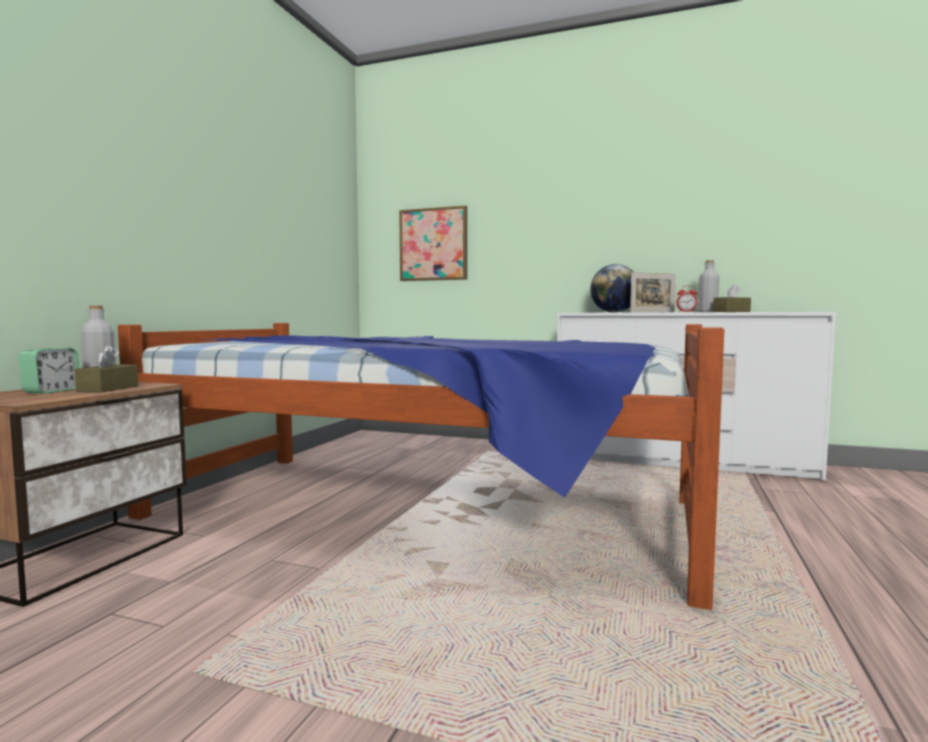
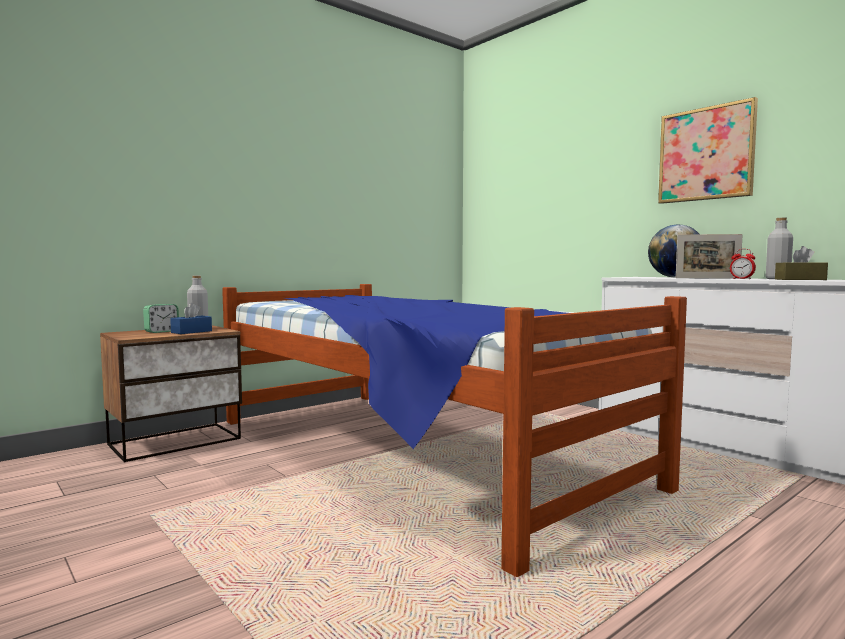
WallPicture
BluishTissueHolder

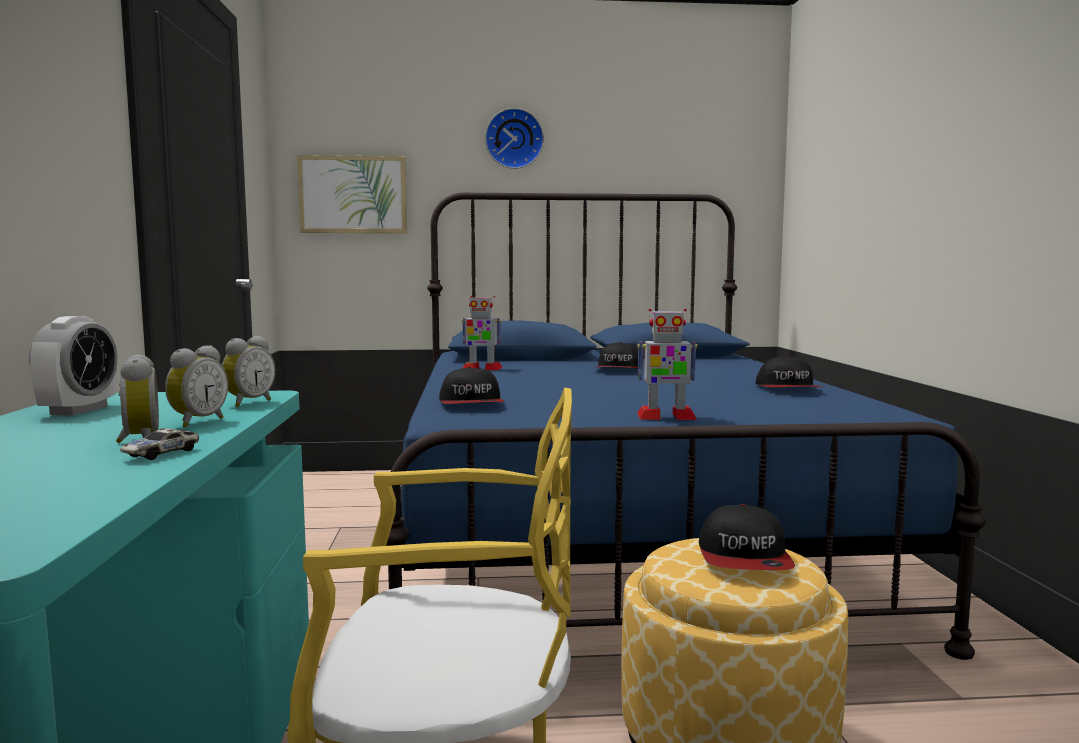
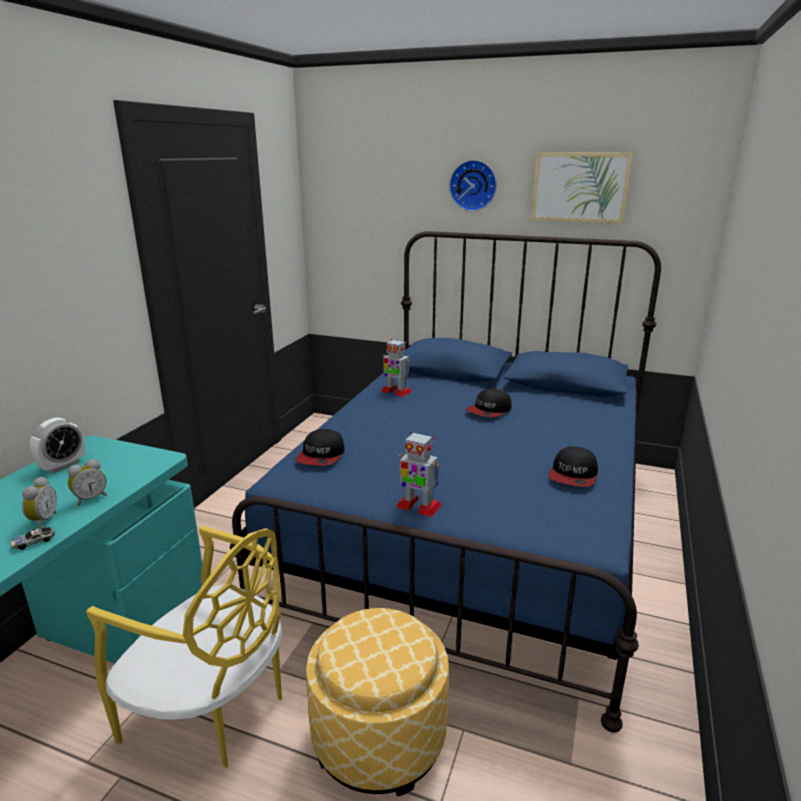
TableClock (no. 4 from left in the first image)
Cap (no. 3 from left in the first image)
WallPicture

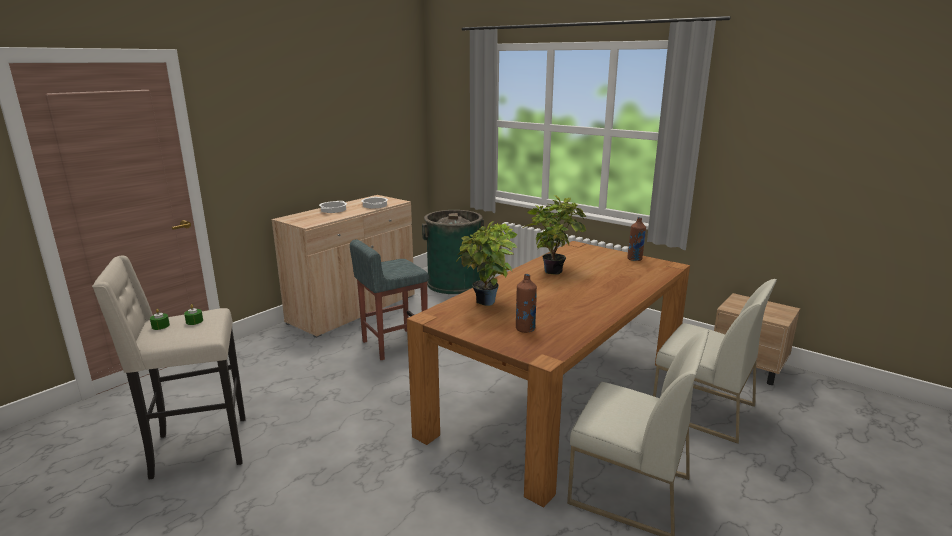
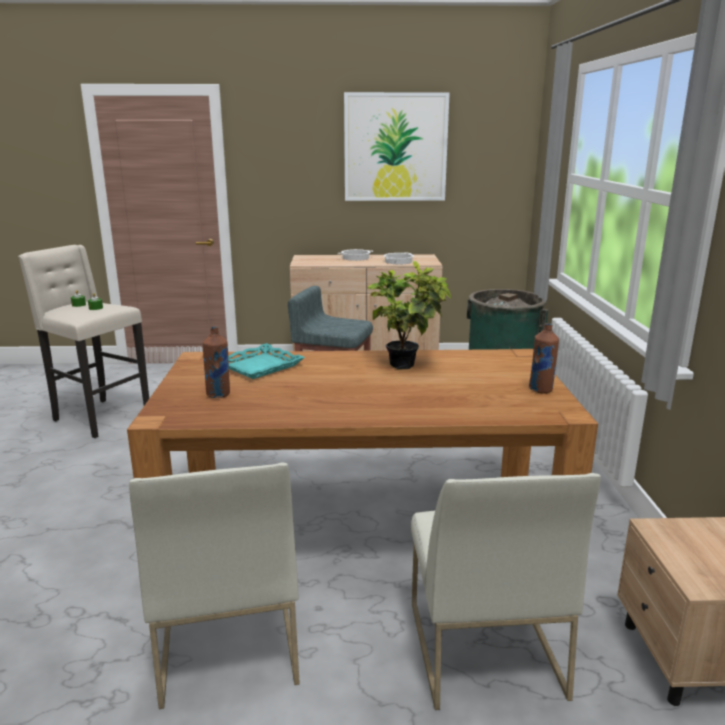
WallPicture
TurquoiseColouredCarryingTray

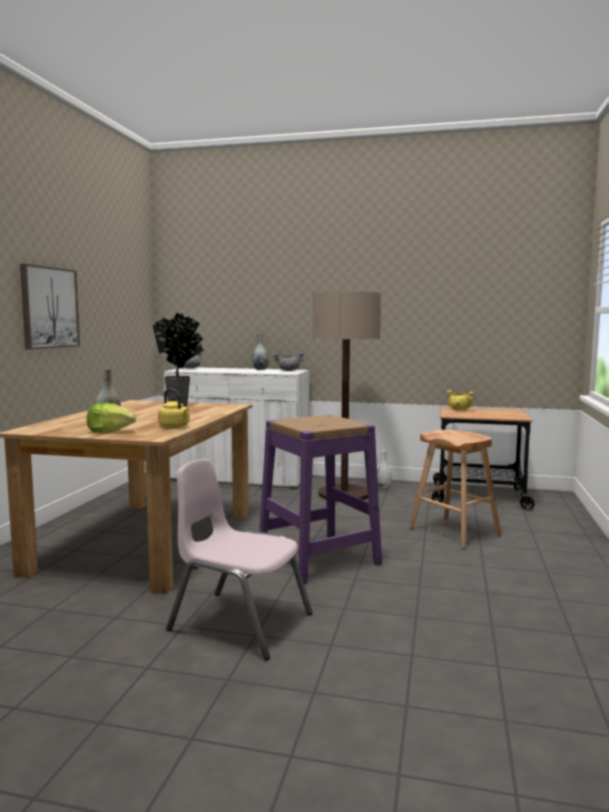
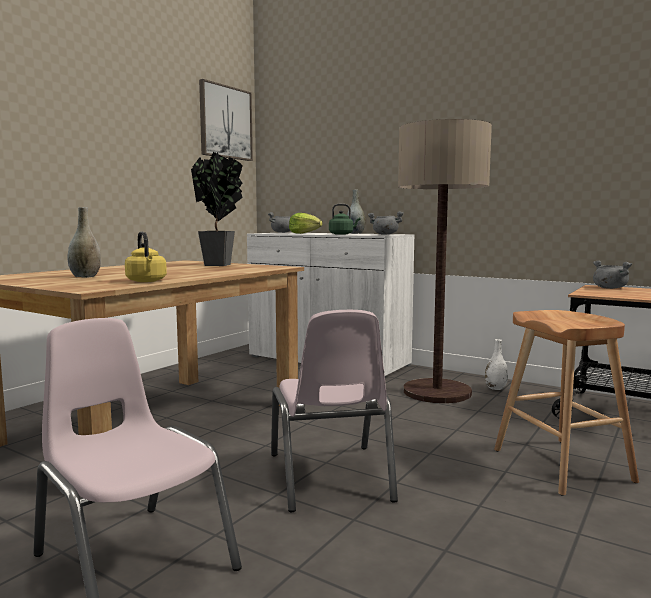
GreenColouredTeaKettle
WallPicture
Lettuce
PinkChair (no. 2 from left)
GreyCookingPot (no. 3 from left)

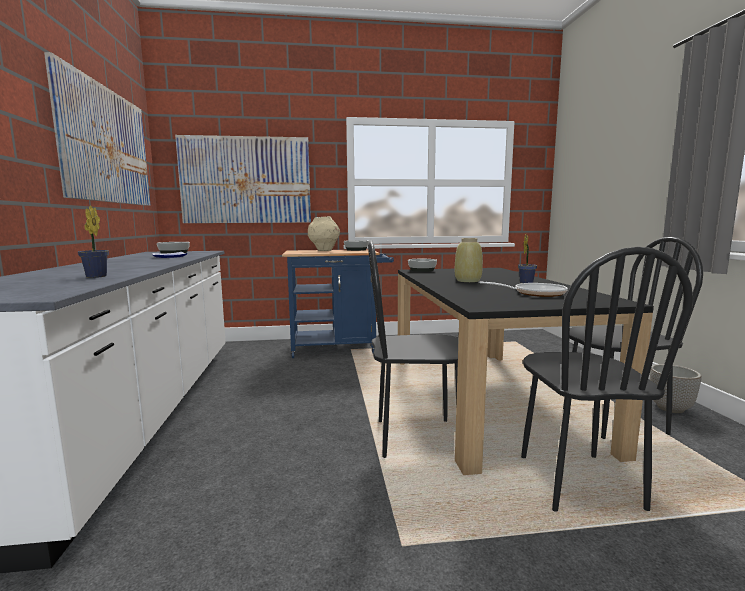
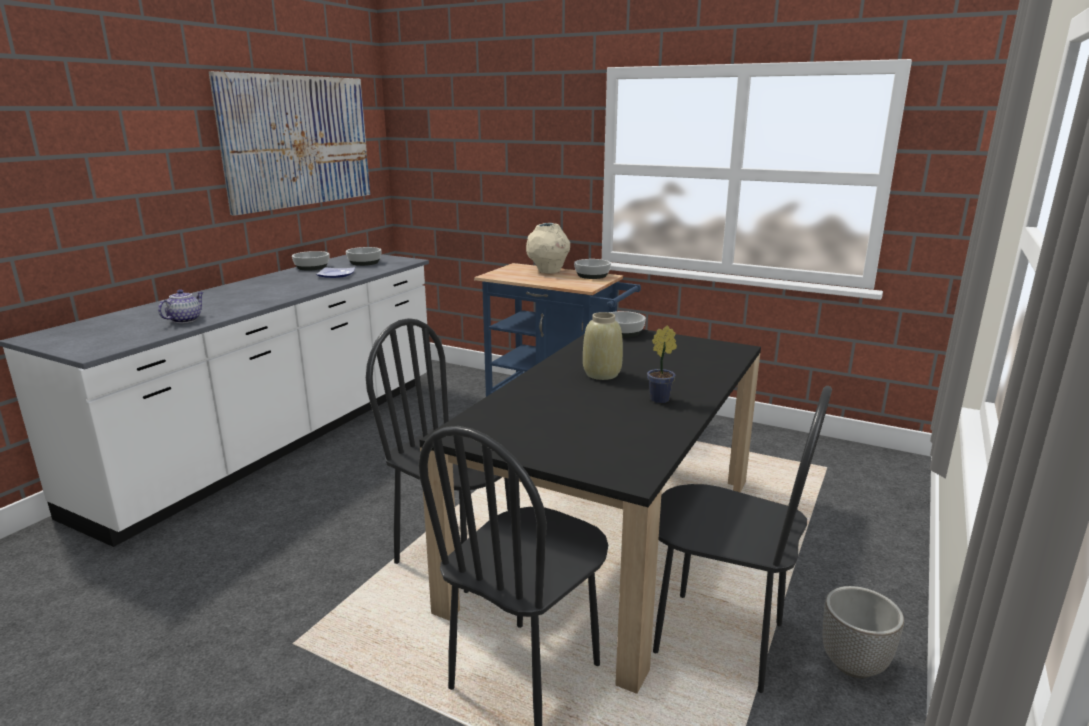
WallPicture (no. 2 from left in the first image)
FryingPan
ServingBowl (no. 1 from left)
TeaPot

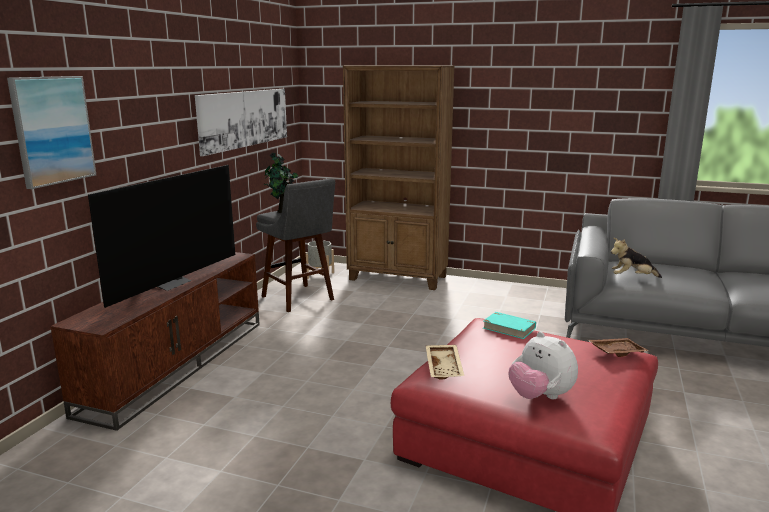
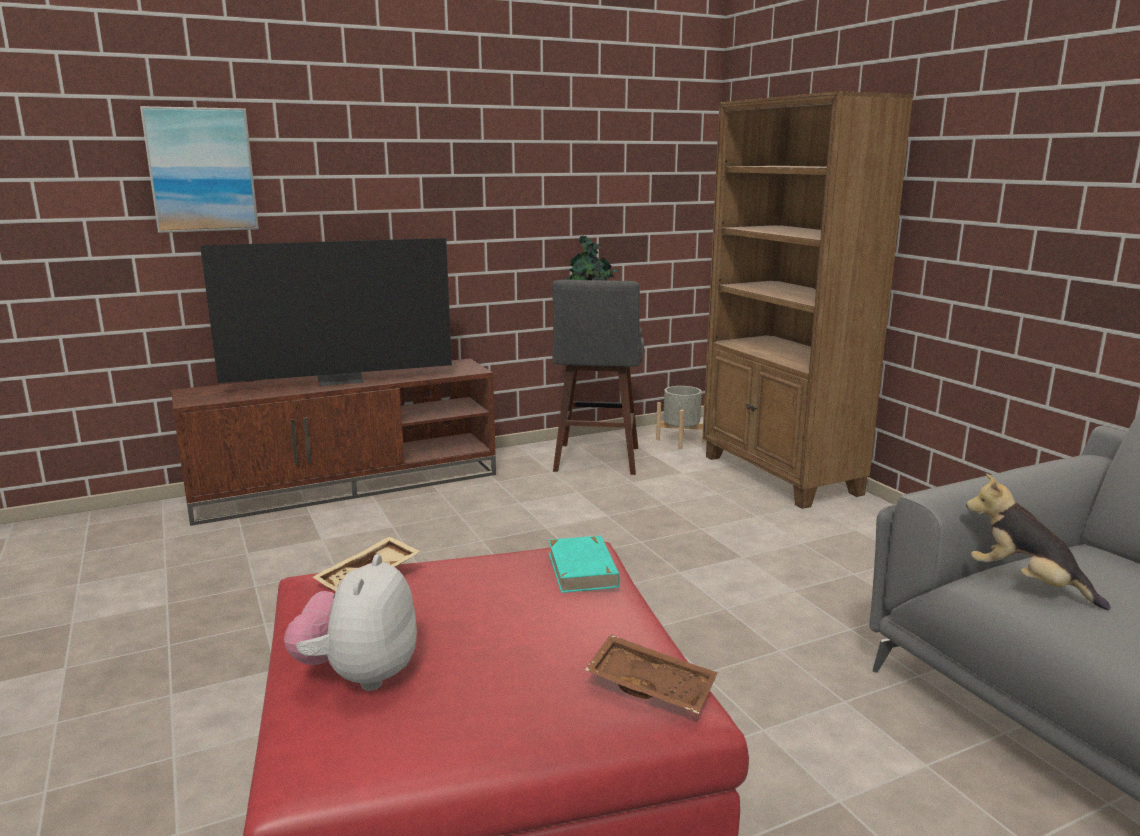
WallPicture (no. 2 from left in the first image)

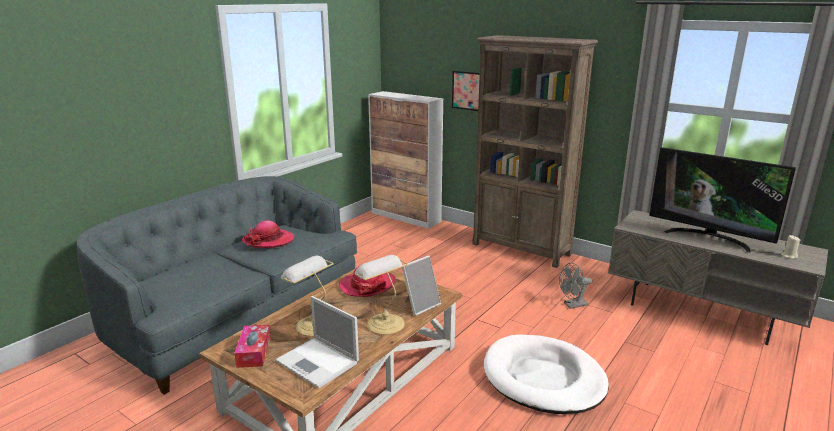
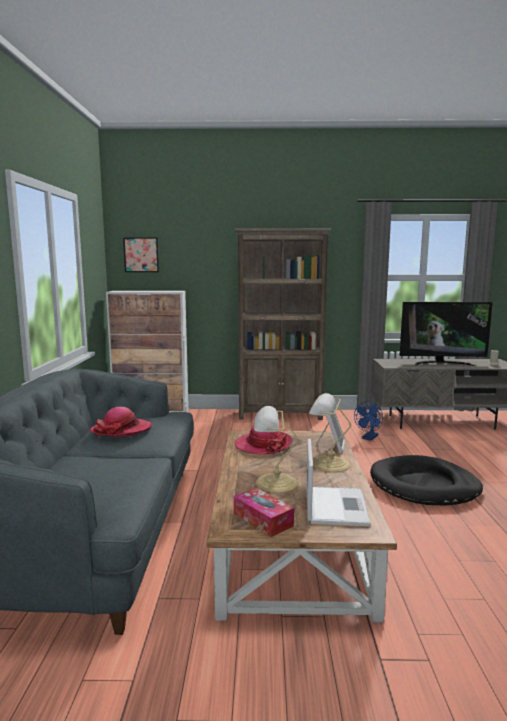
WallPicture
BlackDogBed
BluishCoolingFan
NotebookComputer

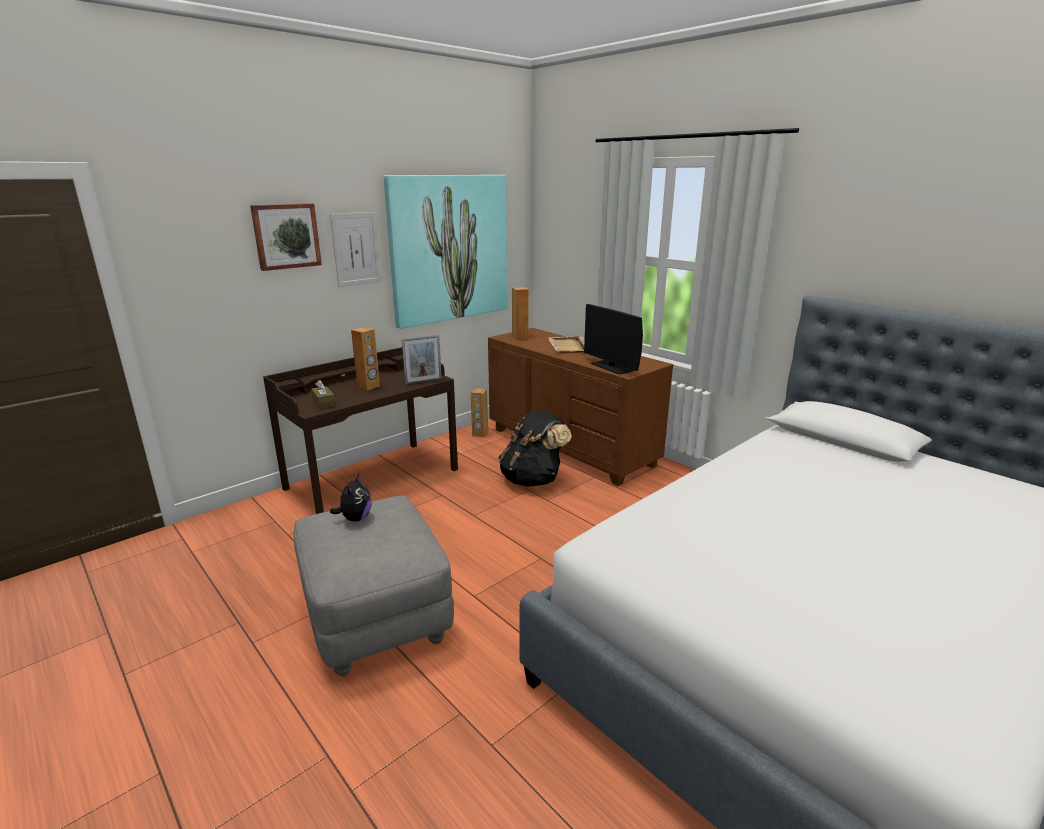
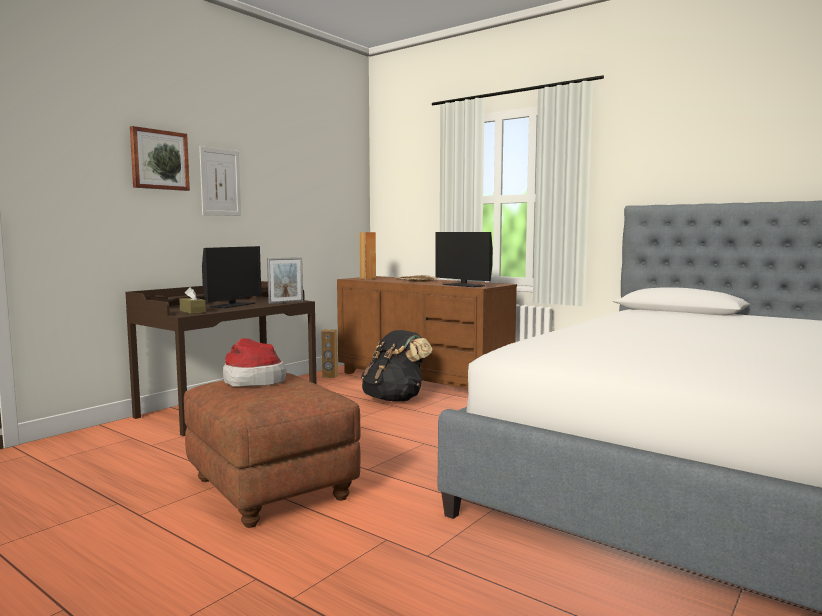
WallPicture (no. 3 from left in the first image)
Hat
ComputerDisplay (no. 1 from left)
BrownColouredPouffe

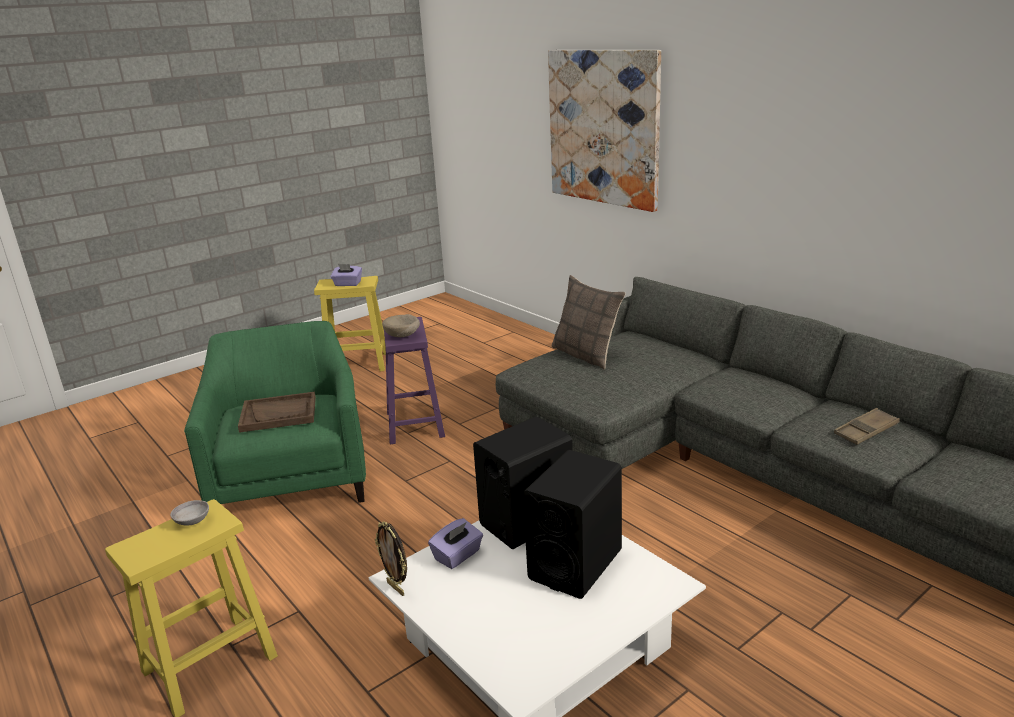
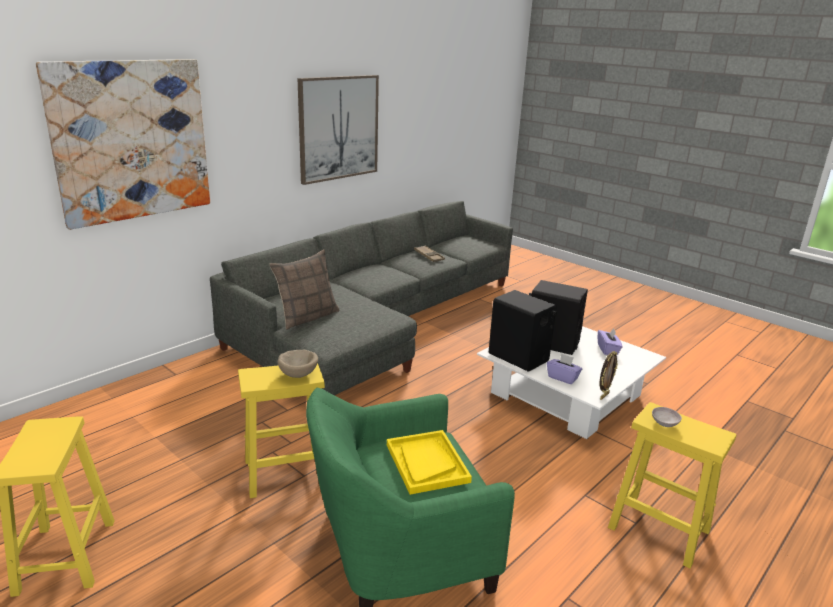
WallPicture (no. 2 from left)
PurpleTissueHolder (no. 2 from left)
YellowColouredCarryingTray
YellowColouredStool (no. 2 from left)

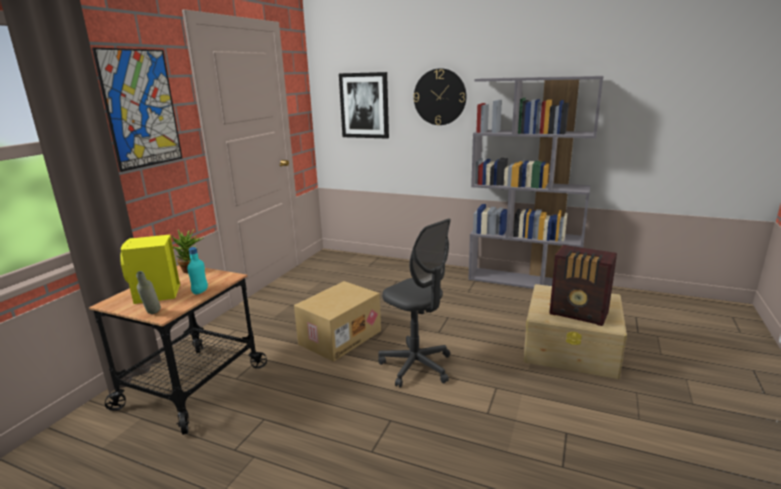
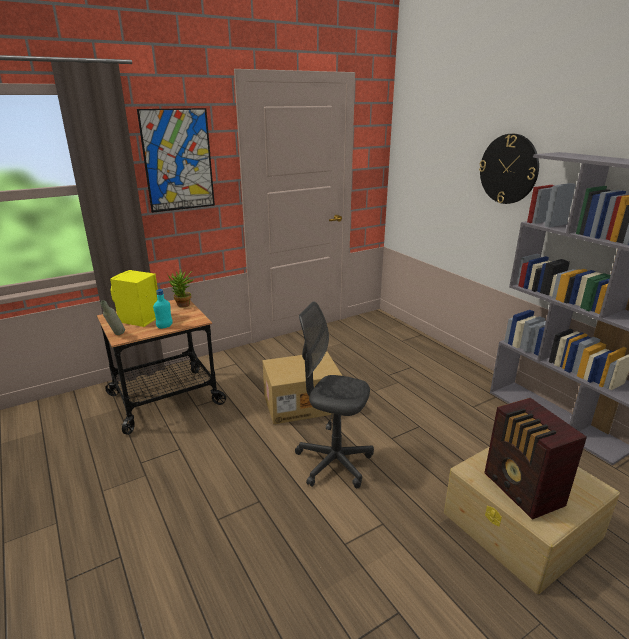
WallPicture (no. 2 from left in the first image)
GreyComputerChair

